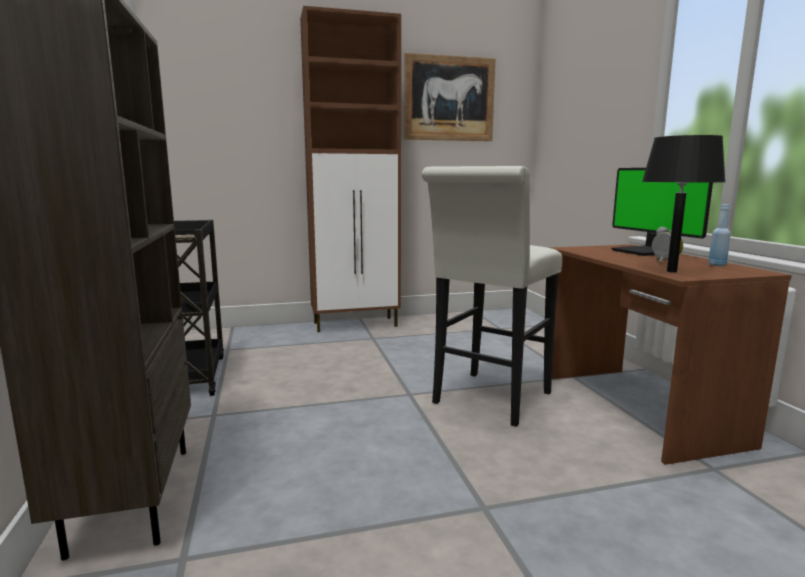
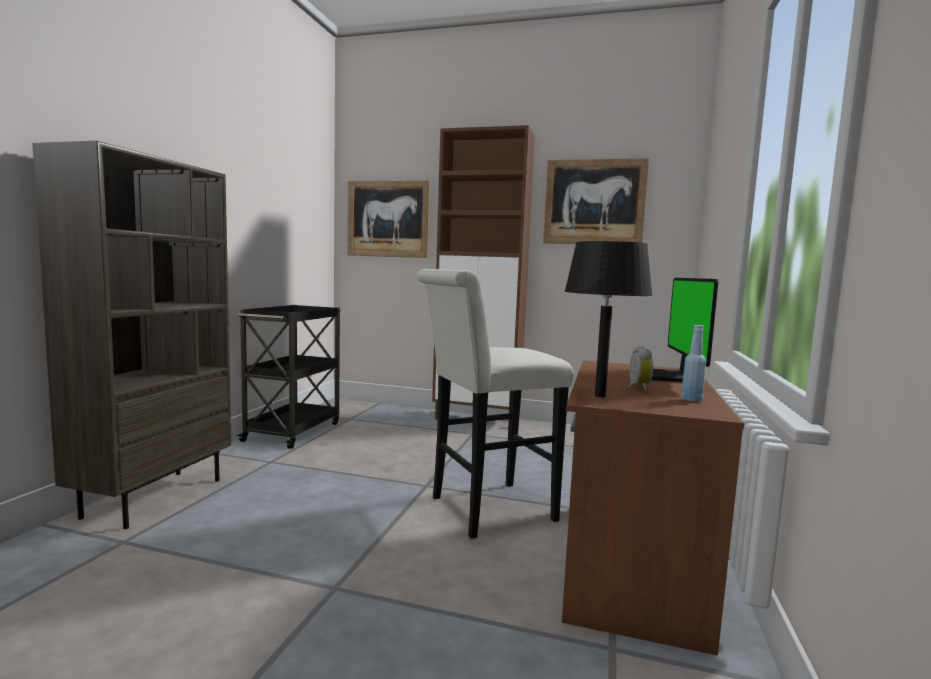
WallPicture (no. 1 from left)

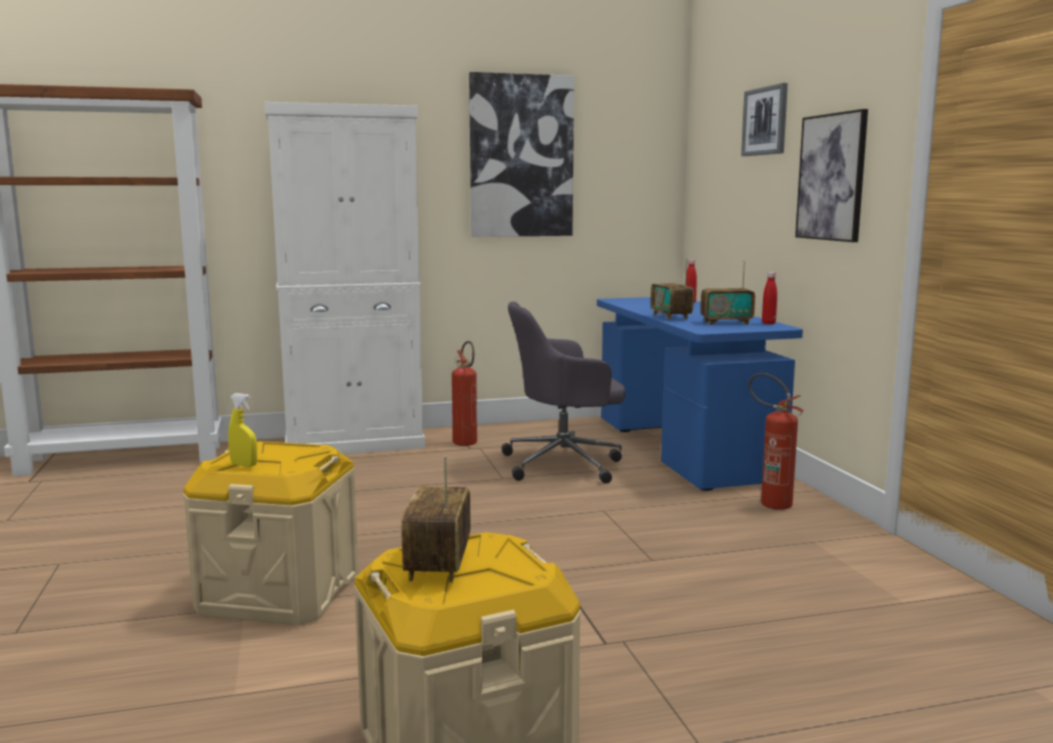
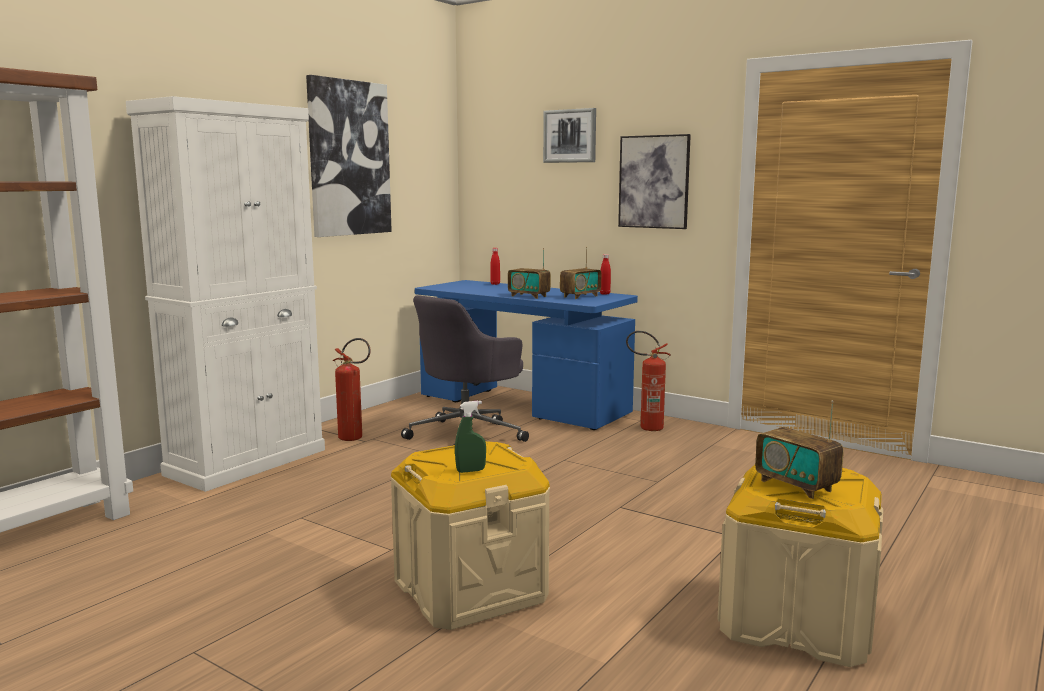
GreenColouredHandSprayer

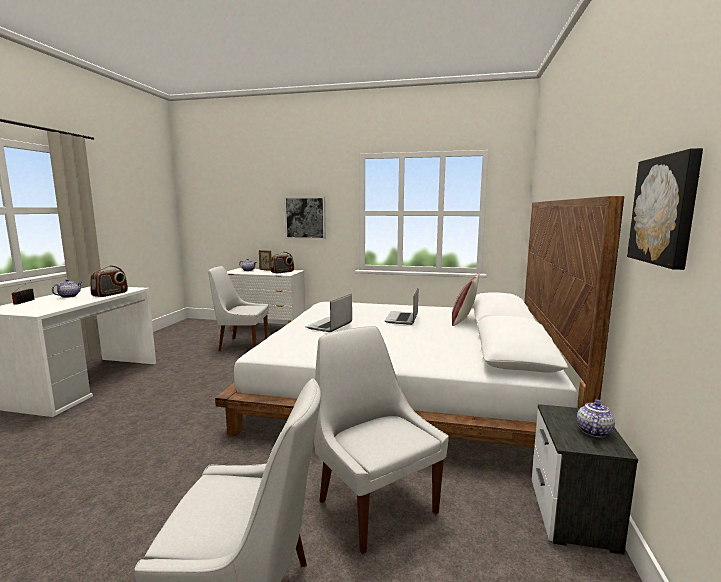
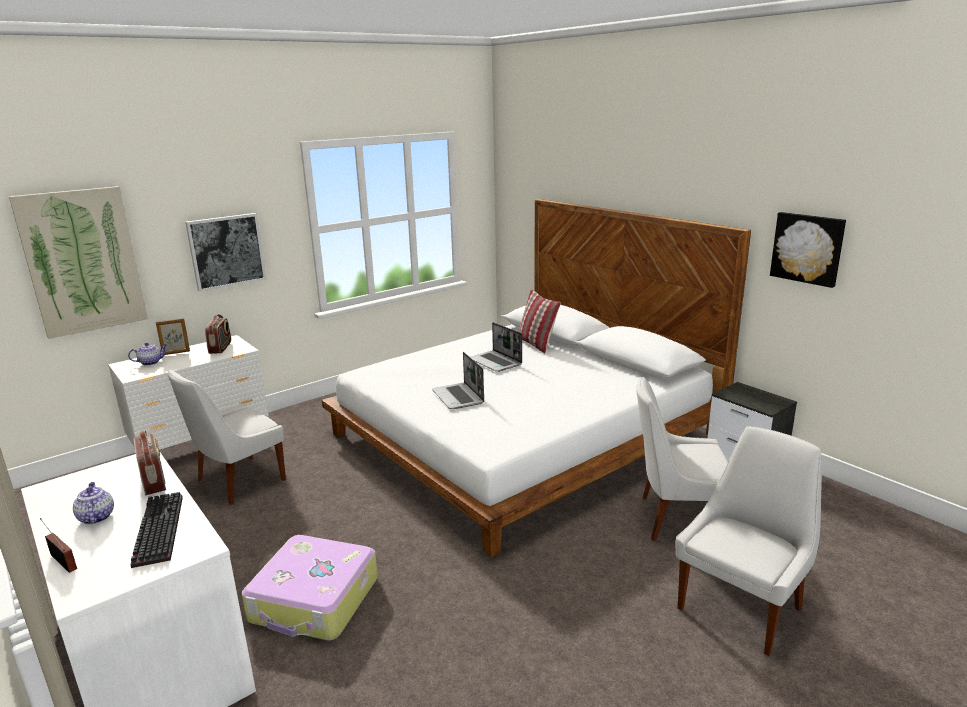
TeaPot (no. 3 from left in the first image)
WallPicture (no. 1 from left)
PcKeyboard
Suitcase

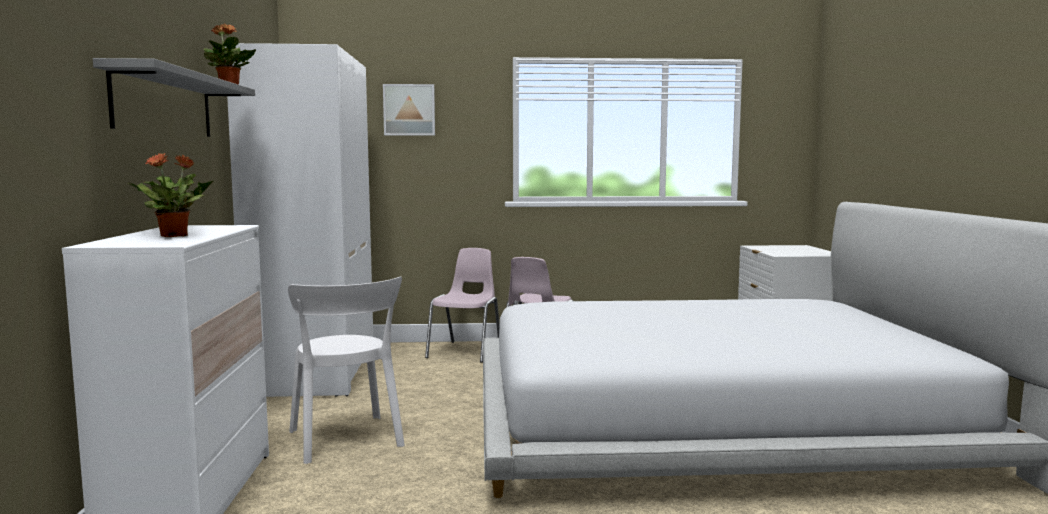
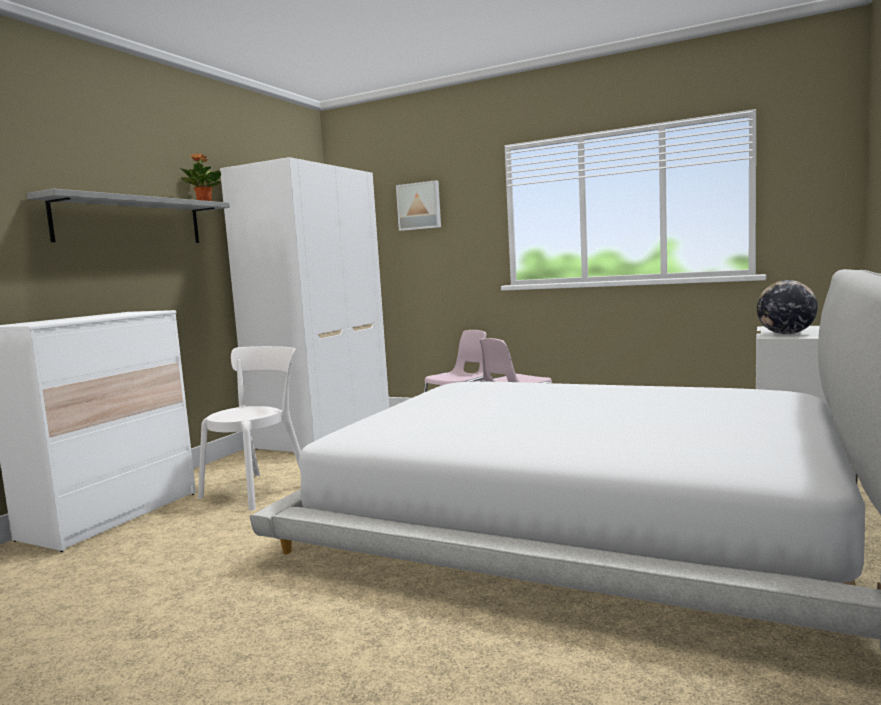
Houseplant (no. 1 from left in the first image)
WorldGlobe
WhiteChair

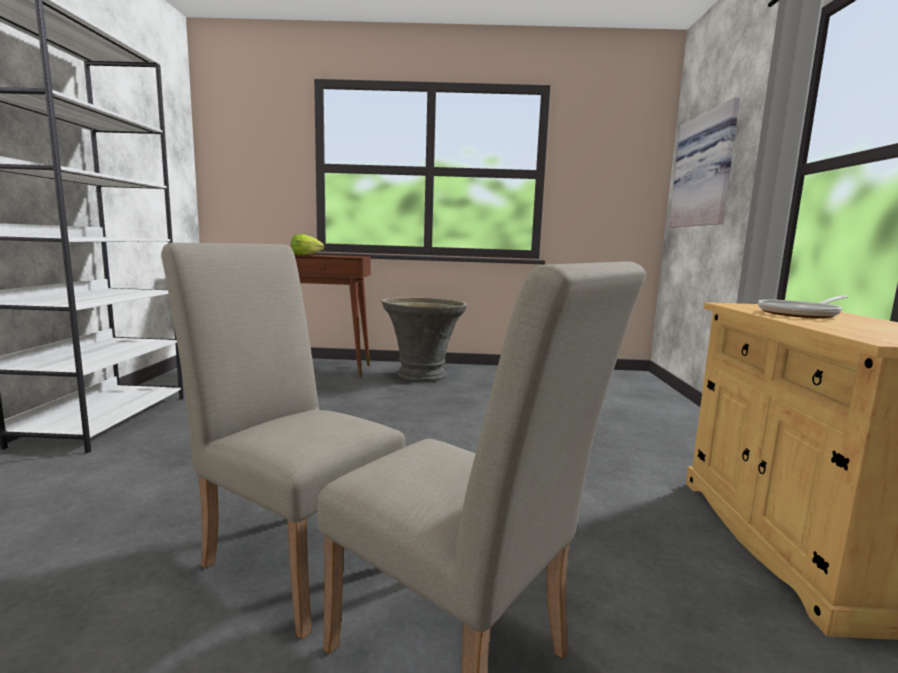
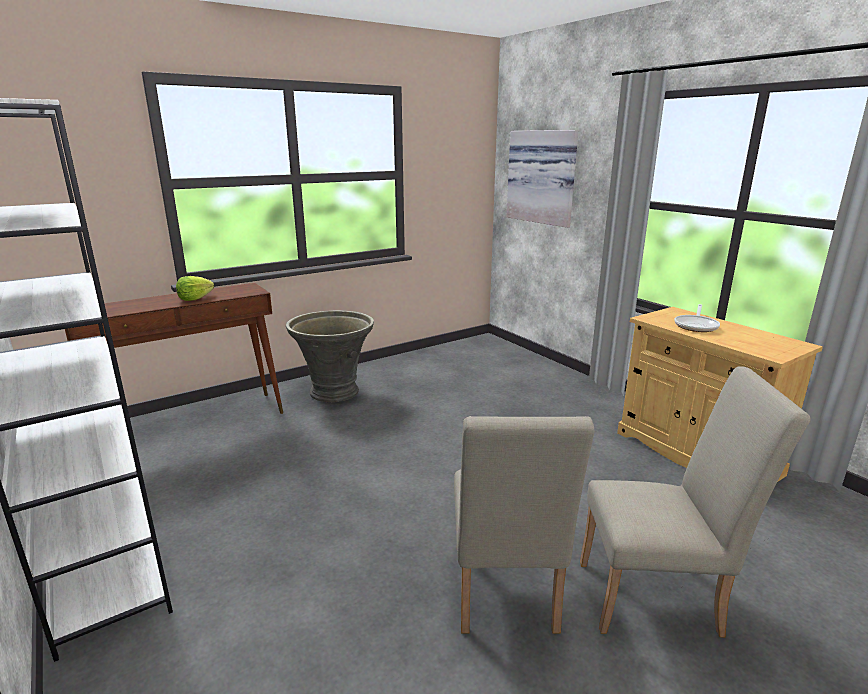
BeigeColouredChair (no. 1 from left)

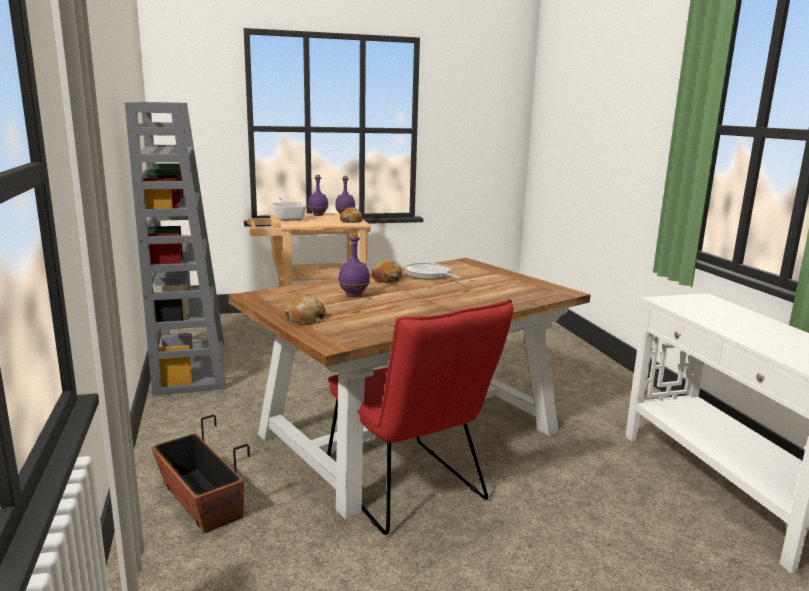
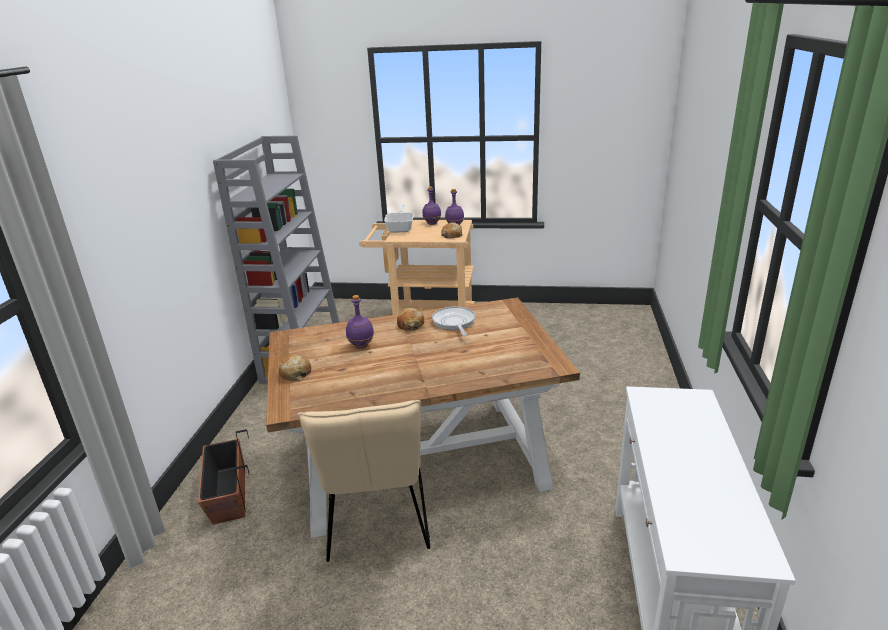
BeigeColouredChair

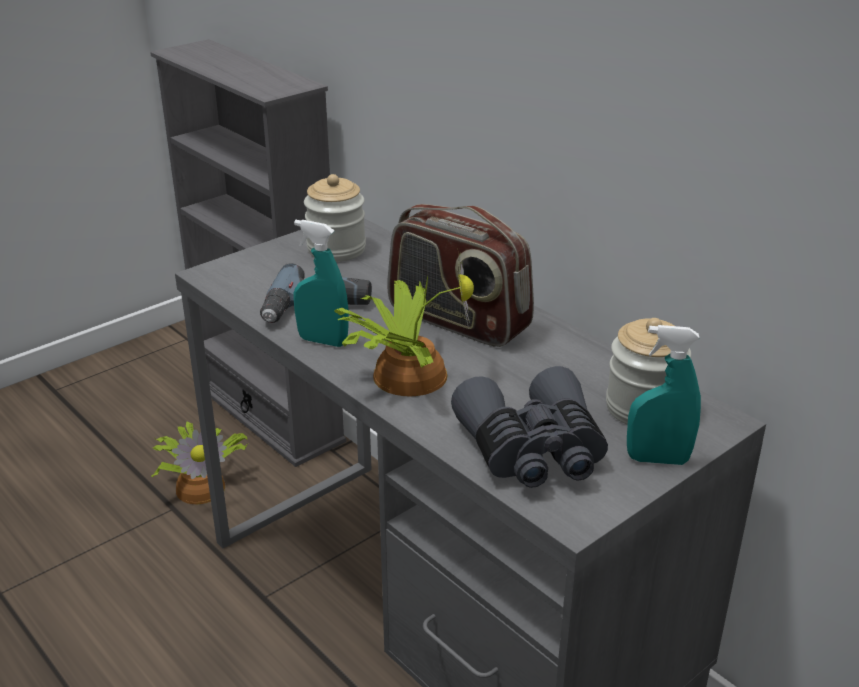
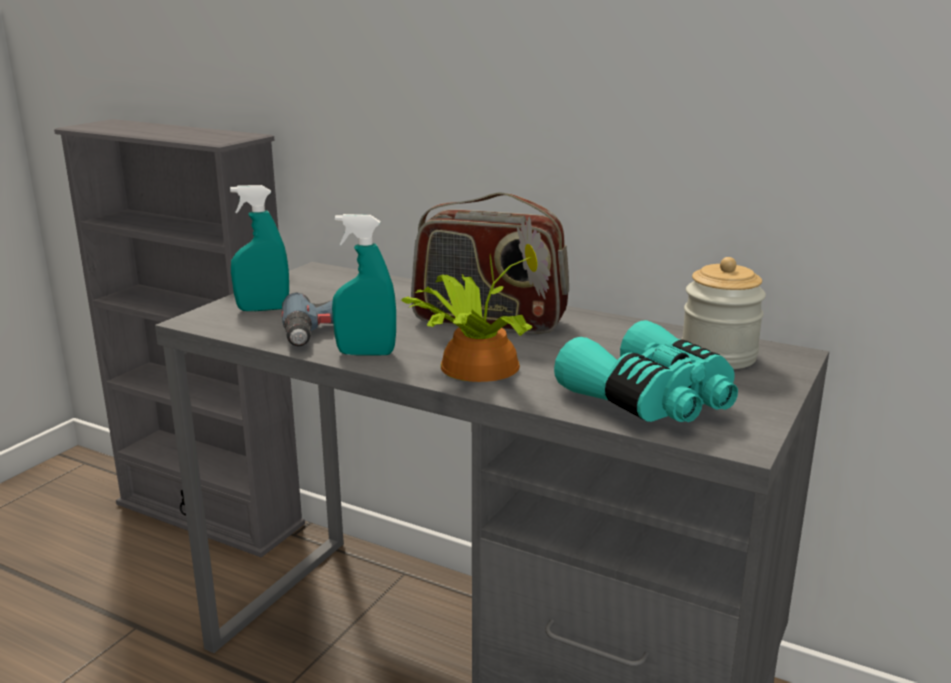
Houseplant (no. 1 from left in the first image)
Jar (no. 1 from left in the first image)
TurquoiseColouredHandSprayer (no. 1 from left)
TurquoiseColouredFieldGlasses

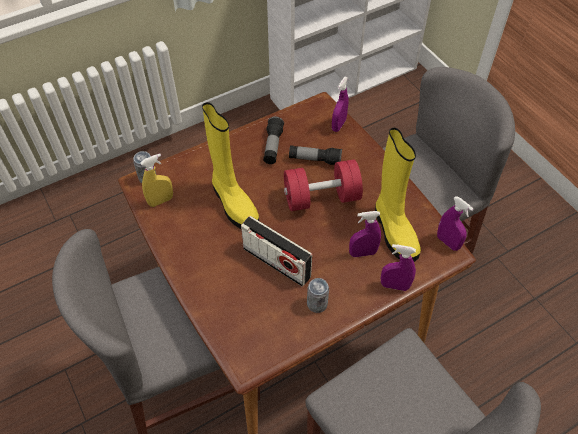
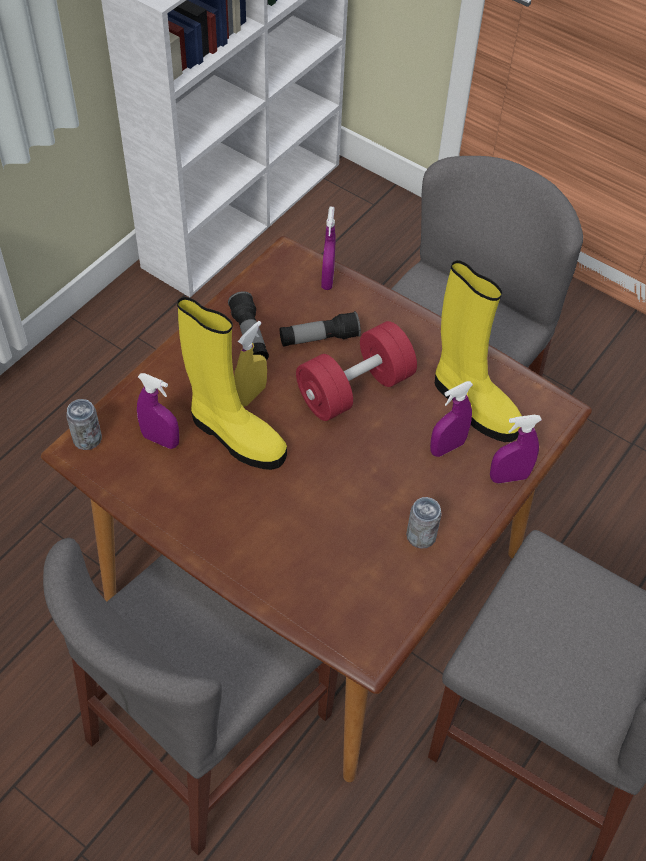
RadioSet
YellowColouredHandSprayer
PurpleHandSprayer (no. 1 from left)

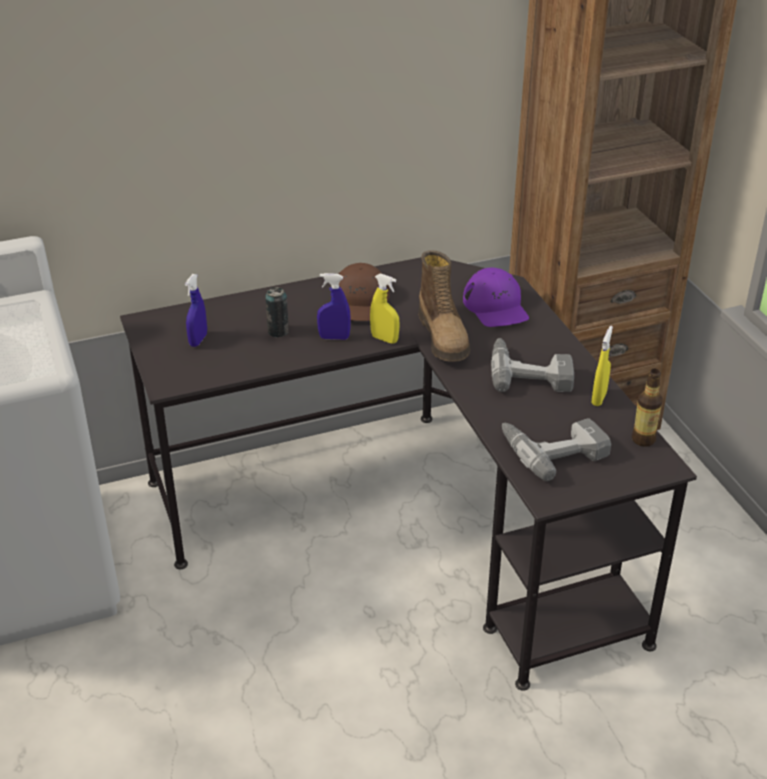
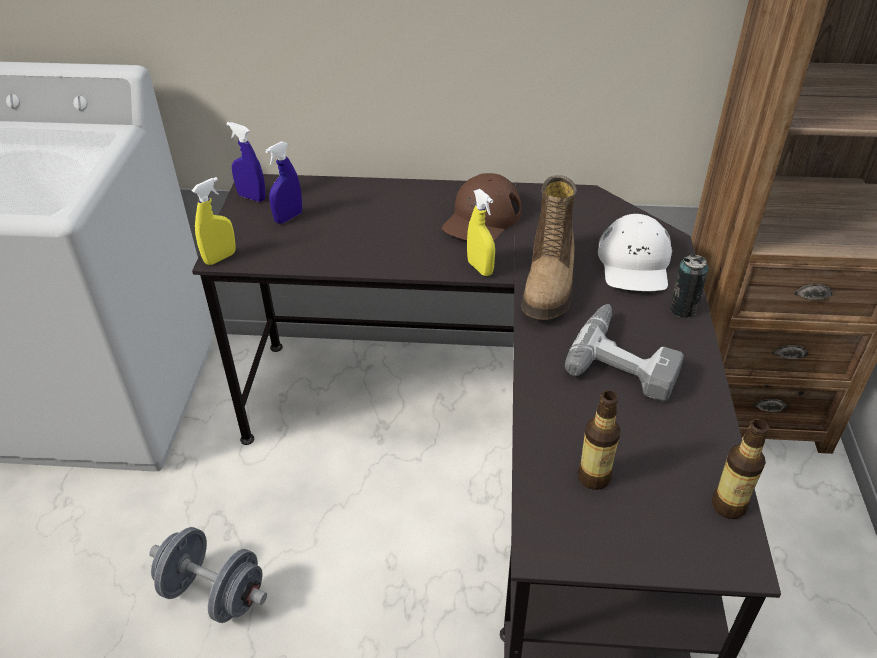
GreyDumbbell
SealedCan
BluishHandSprayer (no. 1 from left)
YellowColouredHandSprayer (no. 1 from left)
DrinkBottle (no. 1 from left)
WhiteCap

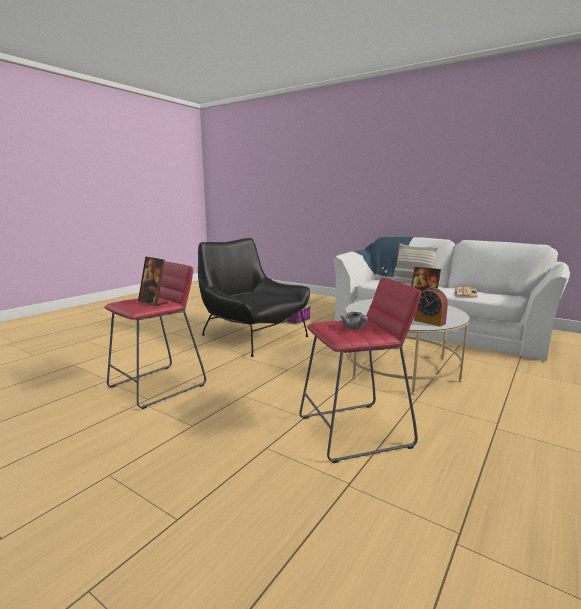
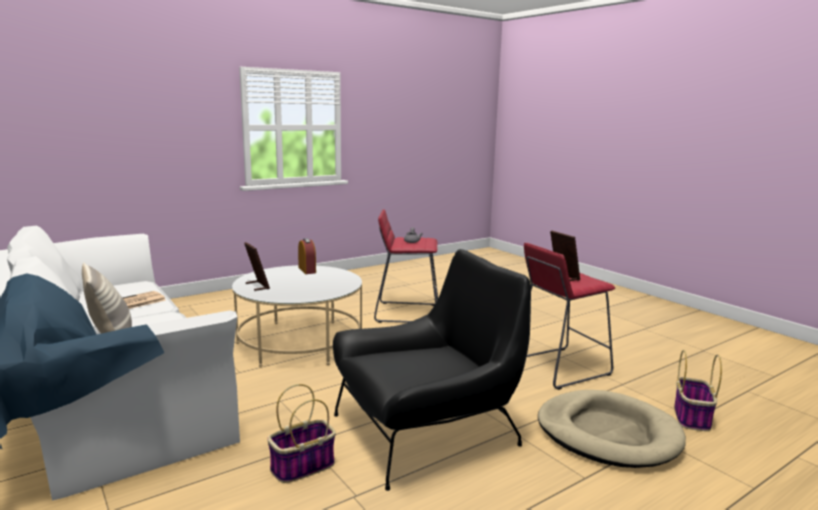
BeigeColouredDogBed
Basket (no. 2 from left)
BlackEasyChair

